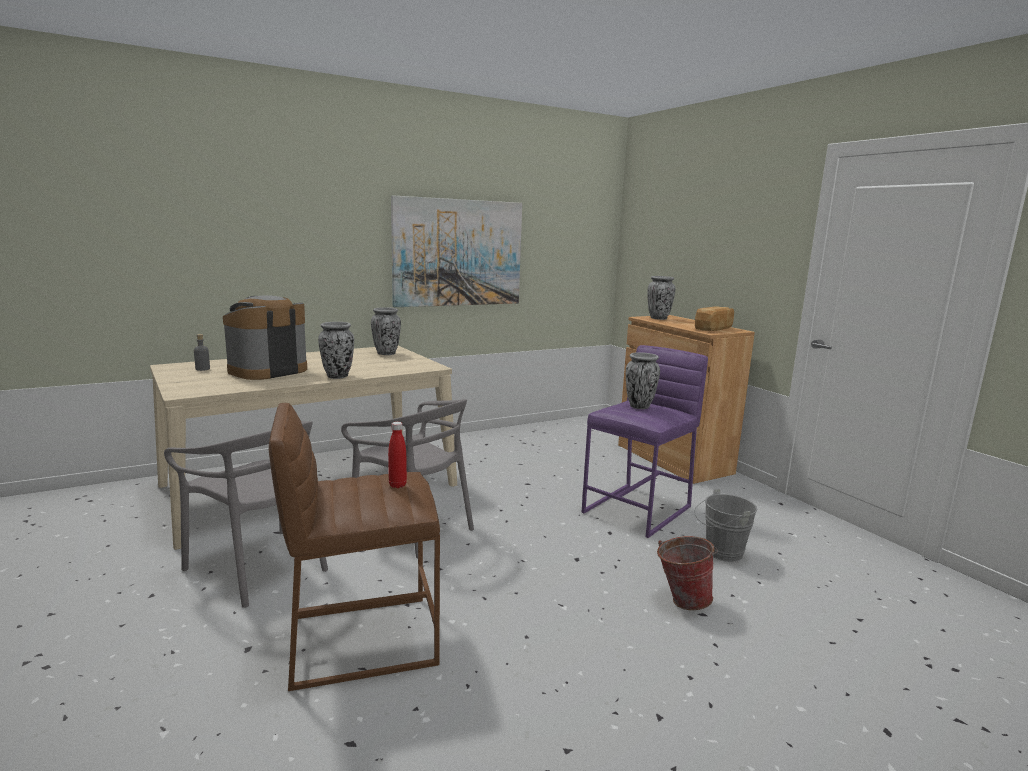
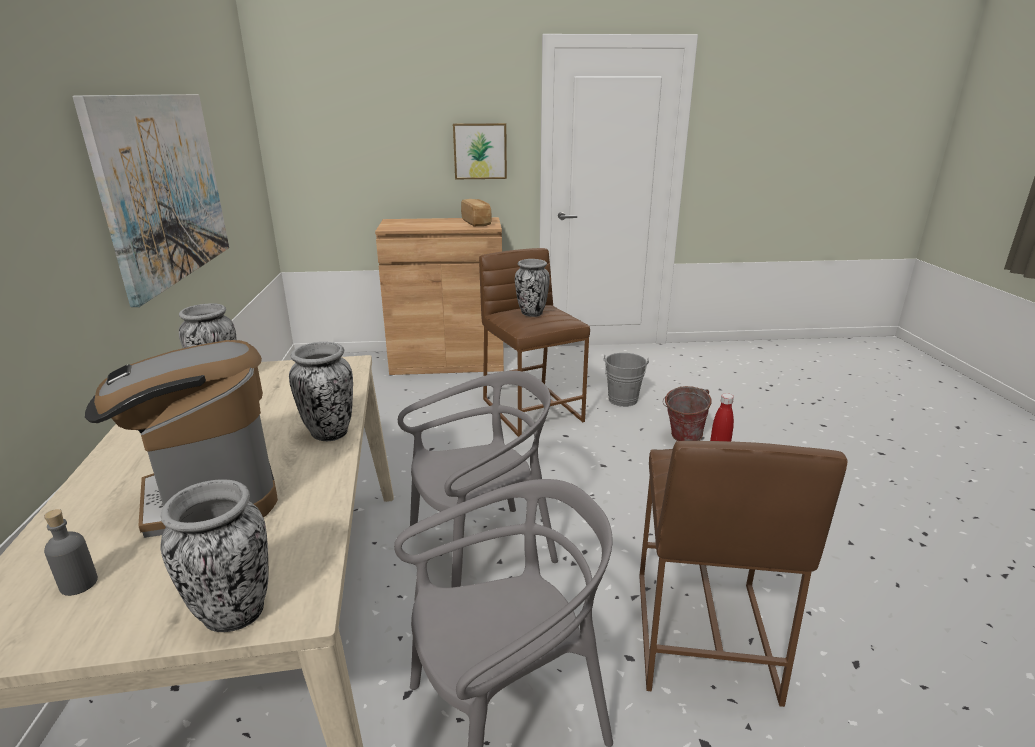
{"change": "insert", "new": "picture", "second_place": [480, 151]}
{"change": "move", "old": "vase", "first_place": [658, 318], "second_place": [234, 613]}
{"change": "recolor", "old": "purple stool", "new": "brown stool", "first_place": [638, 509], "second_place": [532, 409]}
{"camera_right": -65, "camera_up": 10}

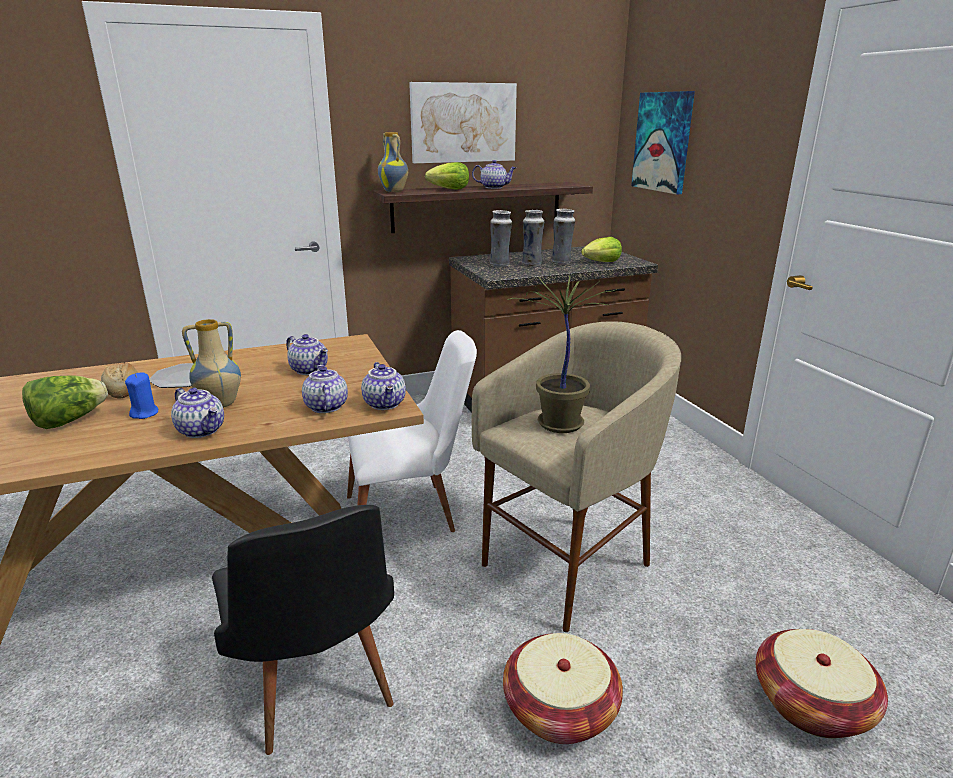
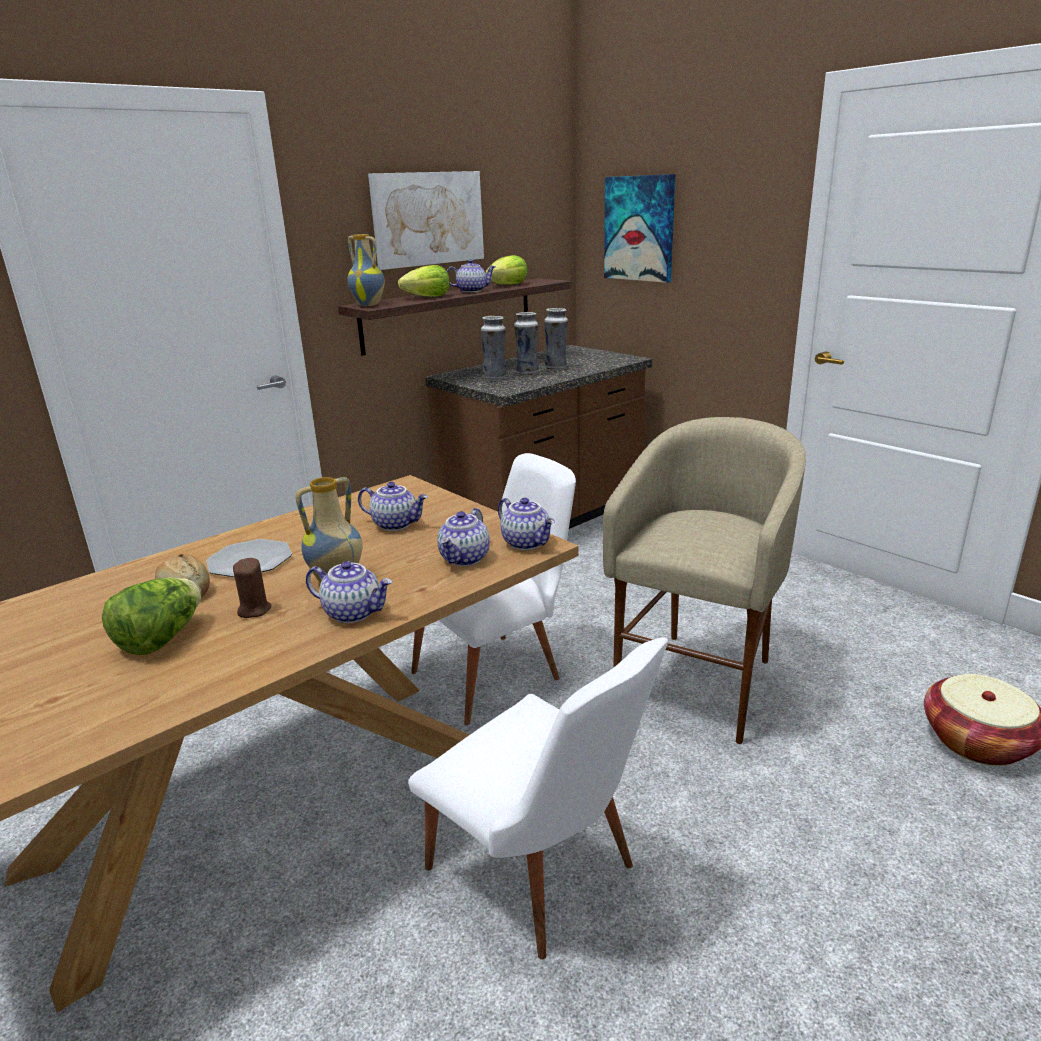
{"change": "delete", "old": "basket", "first_place": [560, 709]}
{"change": "delete", "old": "potted plant", "first_place": [558, 424]}
{"change": "move", "old": "lettuce", "first_place": [602, 262], "second_place": [508, 285]}
{"change": "recolor", "old": "blue candle", "new": "brown candle", "first_place": [145, 413], "second_place": [254, 610]}
{"change": "recolor", "old": "black chair", "new": "white chair", "first_place": [317, 691], "second_place": [543, 878]}
{"change": "rotate", "old": "teapot", "first_place": [325, 407], "second_place": [465, 558], "degrees": -120}
{"camera_right": -20, "camera_up": 0}

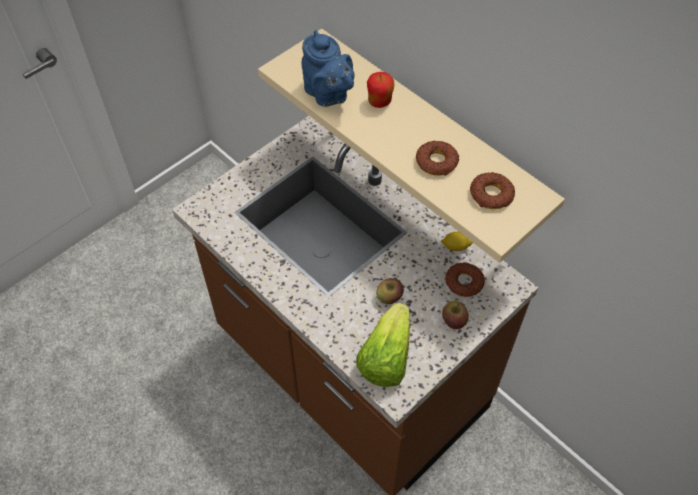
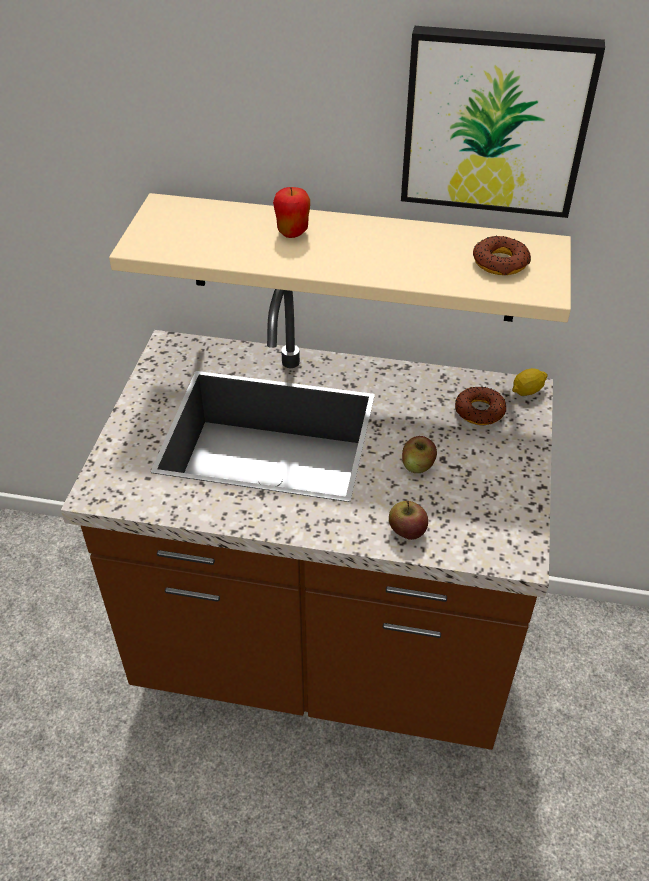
{"change": "delete", "old": "blue teapot", "first_place": [328, 95]}
{"change": "delete", "old": "lettuce", "first_place": [386, 357]}
{"change": "delete", "old": "donut", "first_place": [437, 162]}
{"change": "insert", "new": "picture", "second_place": [495, 122]}
{"change": "move", "old": "lemon", "first_place": [455, 246], "second_place": [527, 391]}
{"change": "move", "old": "apple", "first_place": [453, 321], "second_place": [407, 531]}
{"camera_right": -35, "camera_up": -10}

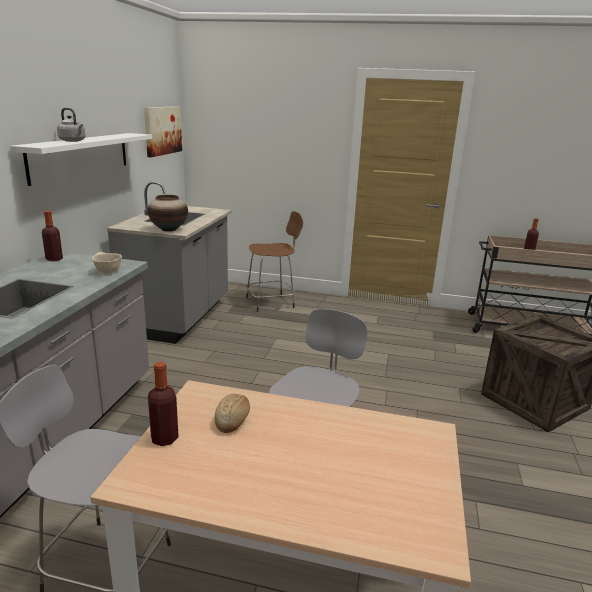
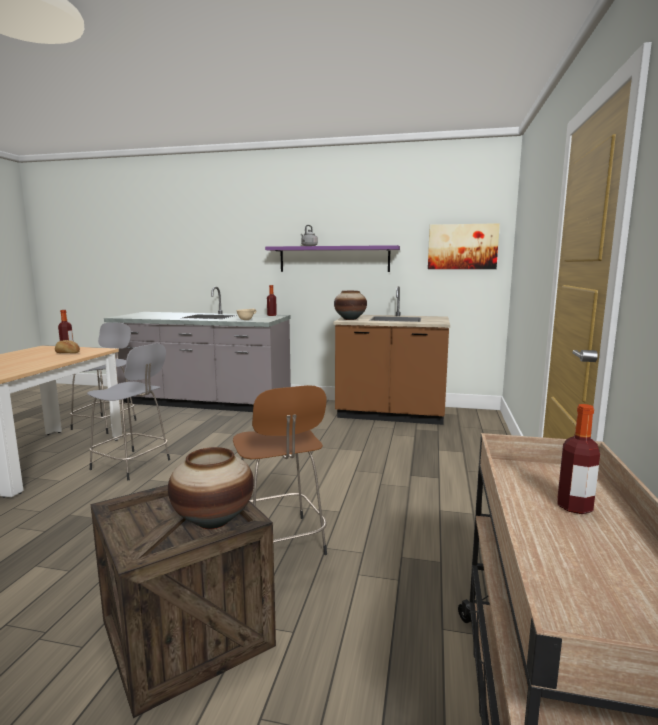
{"change": "insert", "new": "vase", "second_place": [213, 521]}
{"change": "move", "old": "brown stool", "first_place": [271, 302], "second_place": [280, 544]}
{"change": "recolor", "old": "white shelf", "new": "purple shelf", "first_place": [81, 156], "second_place": [334, 259]}
{"change": "recolor", "old": "grey counter", "new": "brown counter", "first_place": [179, 317], "second_place": [390, 414]}
{"camera_right": 90, "camera_up": -10}

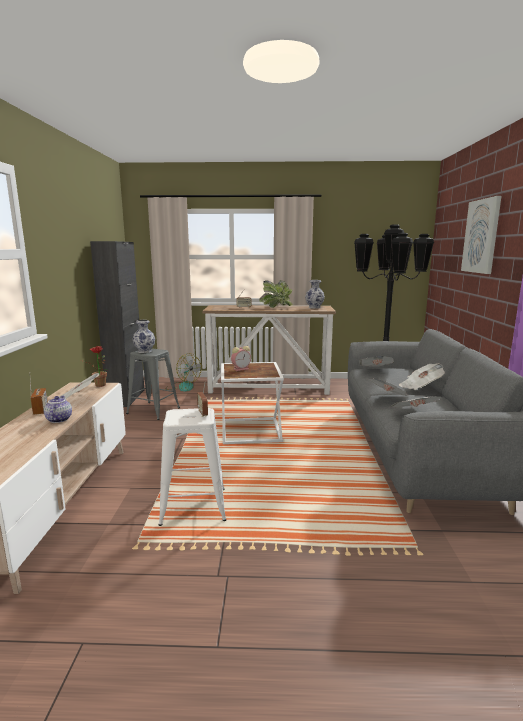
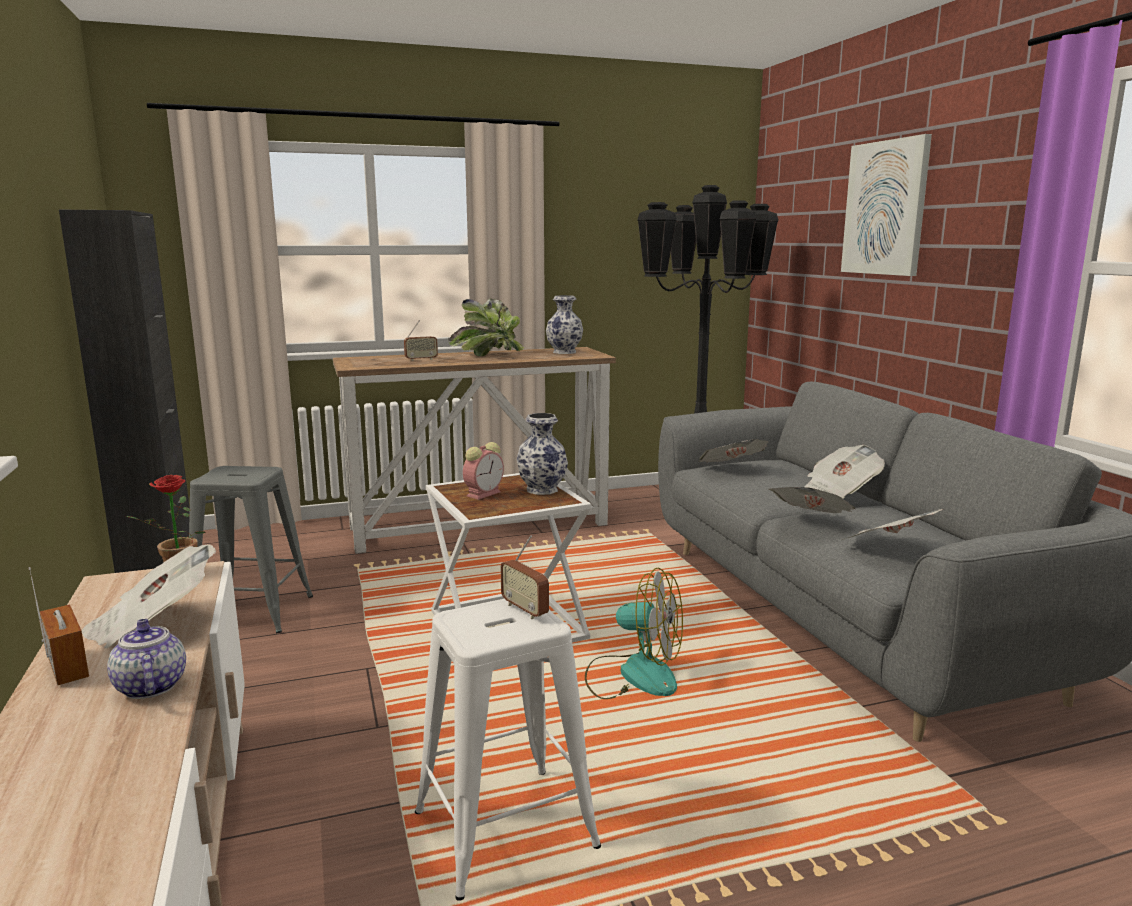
{"change": "move", "old": "vase", "first_place": [145, 351], "second_place": [542, 489]}
{"change": "move", "old": "fan", "first_place": [183, 386], "second_place": [633, 675]}
{"camera_right": -20, "camera_up": 0}

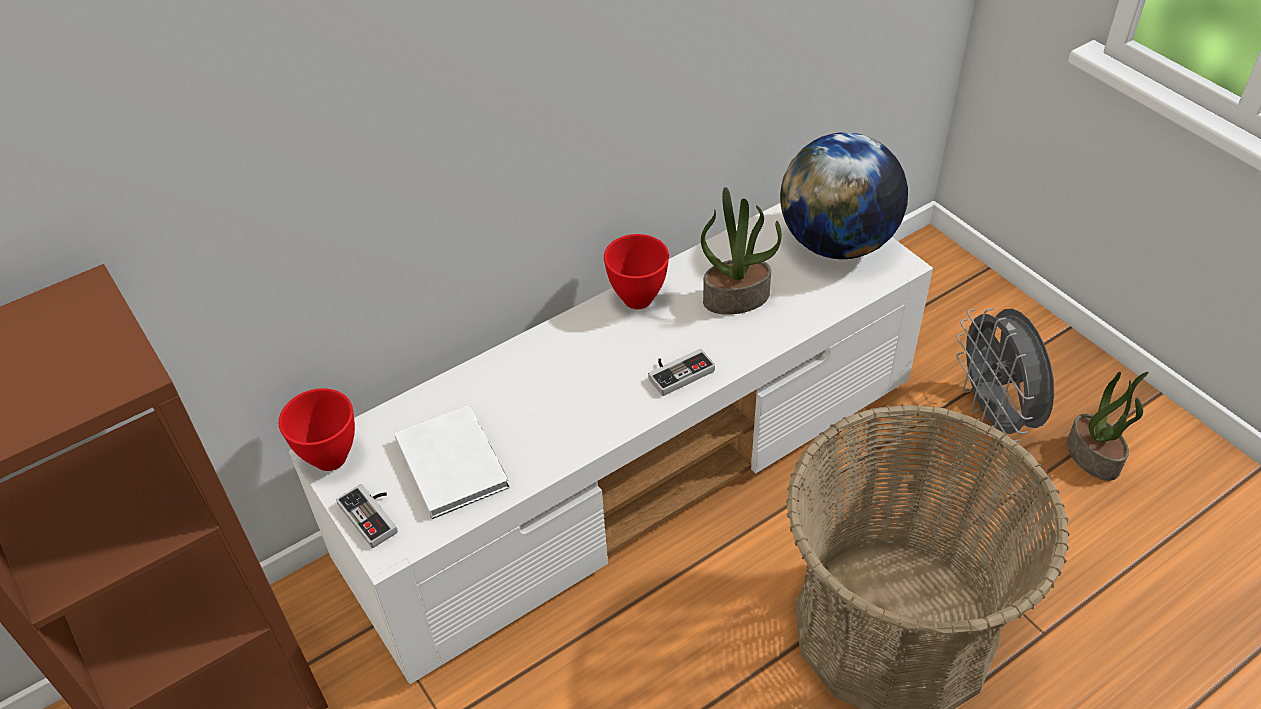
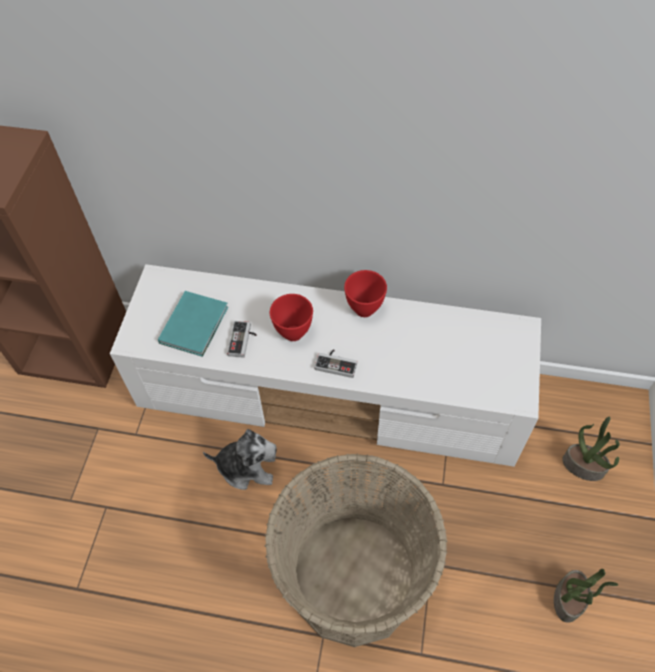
{"change": "delete", "old": "globe", "first_place": [837, 243]}
{"change": "delete", "old": "grey fan", "first_place": [995, 416]}
{"change": "insert", "new": "plush toy", "second_place": [247, 467]}
{"change": "move", "old": "red bowl", "first_place": [329, 458], "second_place": [293, 332]}
{"change": "move", "old": "game controller", "first_place": [374, 515], "second_place": [243, 341]}
{"change": "move", "old": "potted plant", "first_place": [736, 297], "second_place": [583, 466]}
{"change": "recolor", "old": "white book", "new": "turquoise book", "first_place": [452, 461], "second_place": [196, 324]}
{"camera_right": 45, "camera_up": 10}

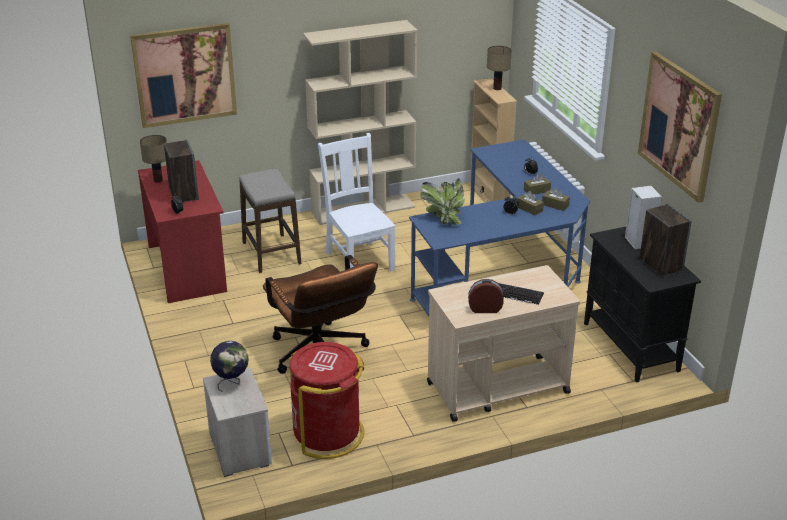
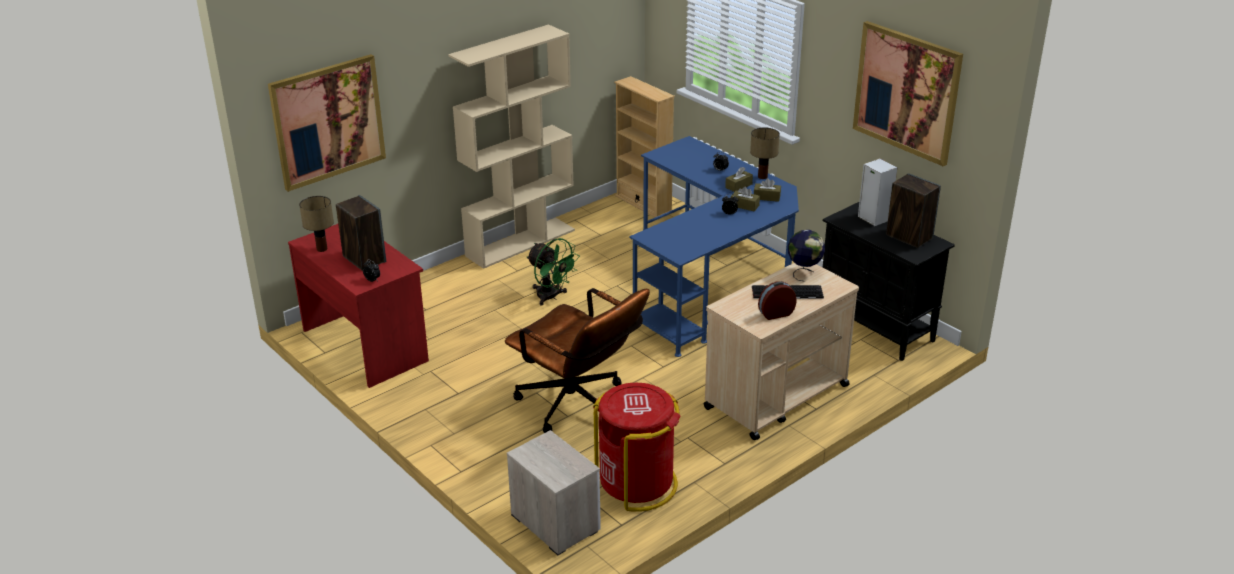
{"change": "delete", "old": "stool", "first_place": [271, 253]}
{"change": "delete", "old": "potted plant", "first_place": [444, 217]}
{"change": "move", "old": "globe", "first_place": [231, 382], "second_place": [804, 273]}
{"change": "move", "old": "table lamp", "first_place": [497, 88], "second_place": [763, 177]}
{"change": "replace", "old": "white chair", "new": "green fan", "first_place": [359, 260], "second_place": [551, 297]}
{"camera_right": -20, "camera_up": 0}

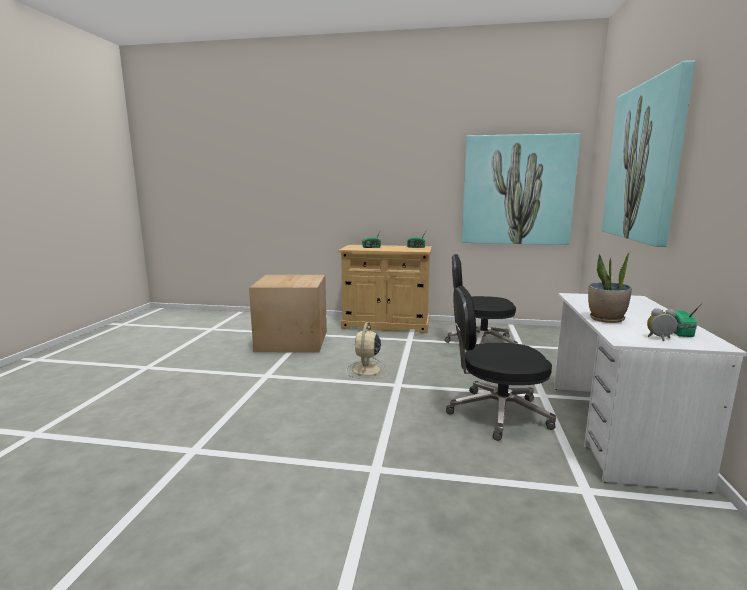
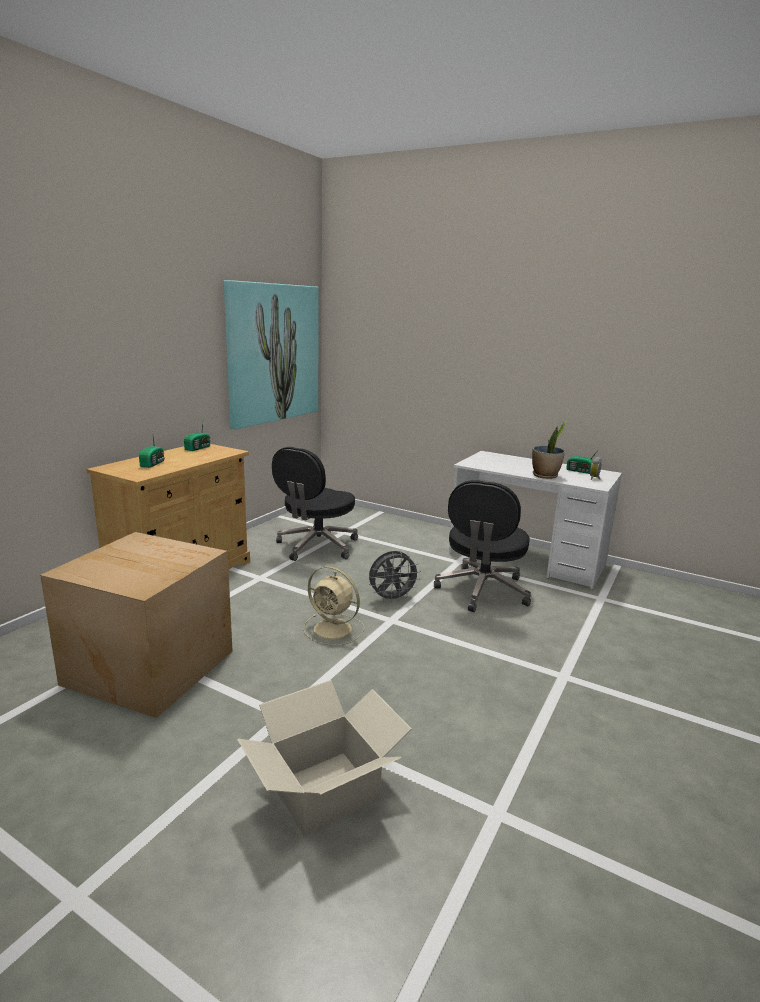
{"change": "delete", "old": "picture", "first_place": [644, 162]}
{"change": "insert", "new": "cardboard box", "second_place": [325, 790]}
{"change": "insert", "new": "grey fan", "second_place": [392, 598]}
{"camera_right": -70, "camera_up": 5}

